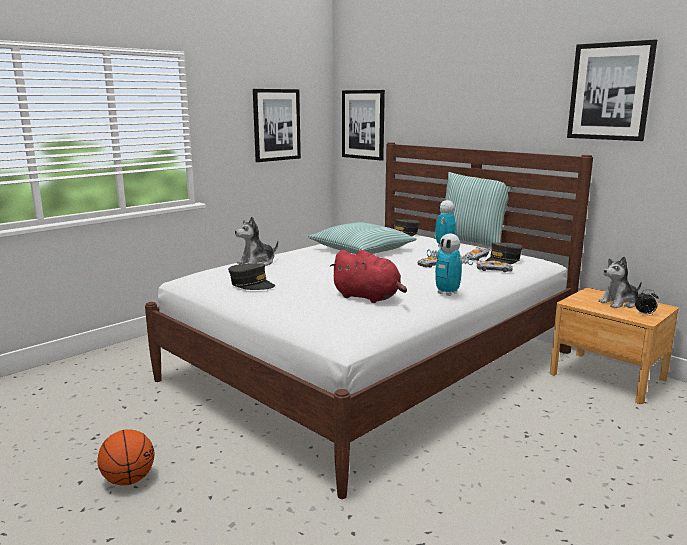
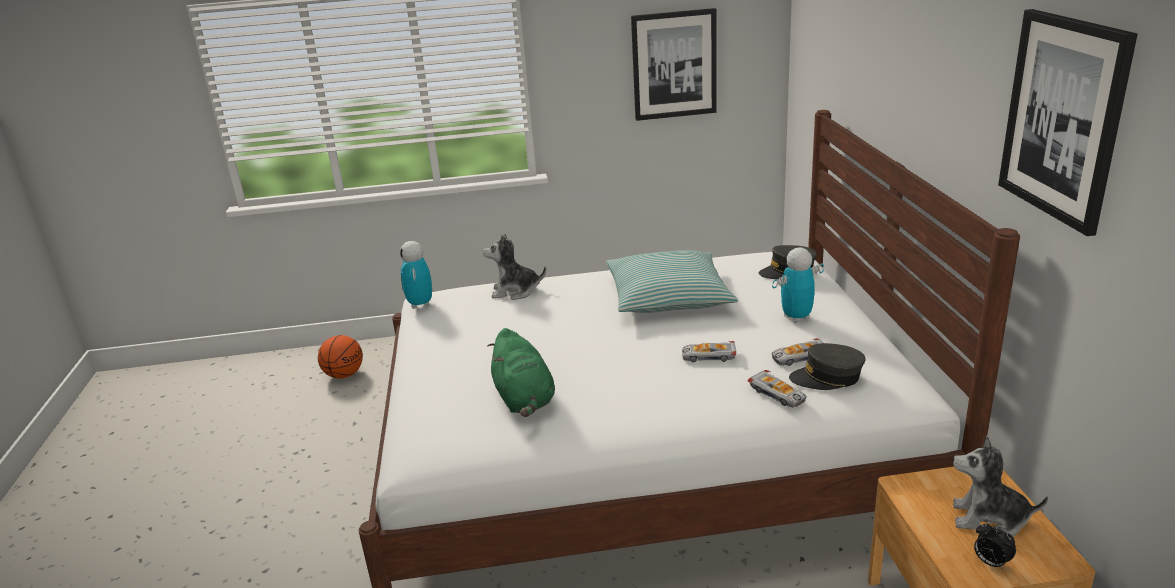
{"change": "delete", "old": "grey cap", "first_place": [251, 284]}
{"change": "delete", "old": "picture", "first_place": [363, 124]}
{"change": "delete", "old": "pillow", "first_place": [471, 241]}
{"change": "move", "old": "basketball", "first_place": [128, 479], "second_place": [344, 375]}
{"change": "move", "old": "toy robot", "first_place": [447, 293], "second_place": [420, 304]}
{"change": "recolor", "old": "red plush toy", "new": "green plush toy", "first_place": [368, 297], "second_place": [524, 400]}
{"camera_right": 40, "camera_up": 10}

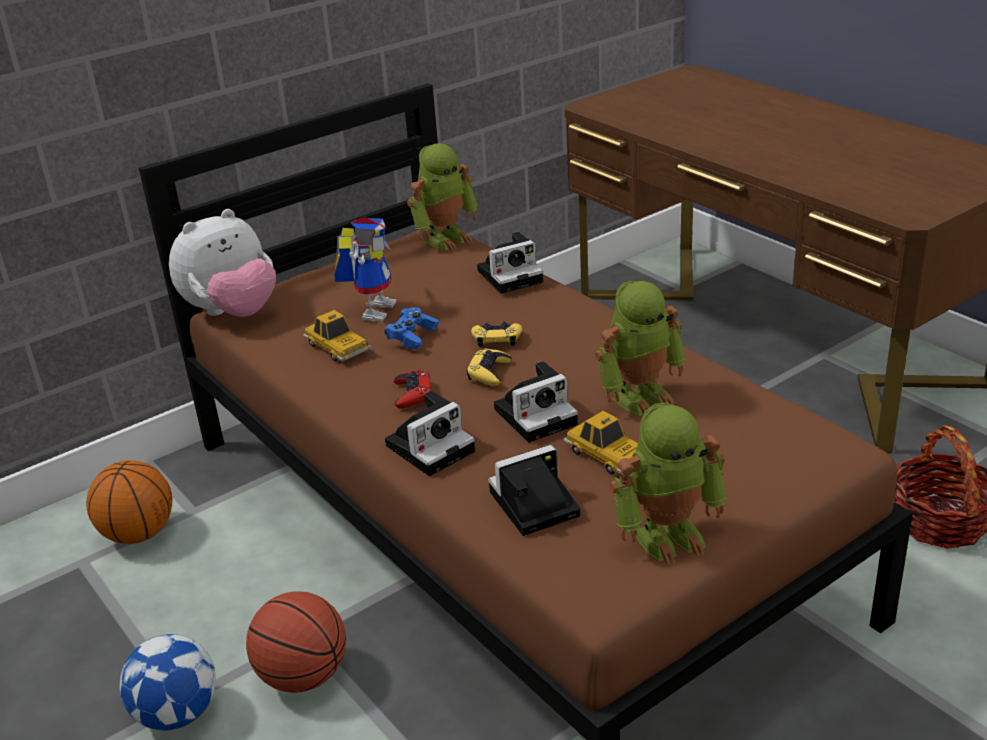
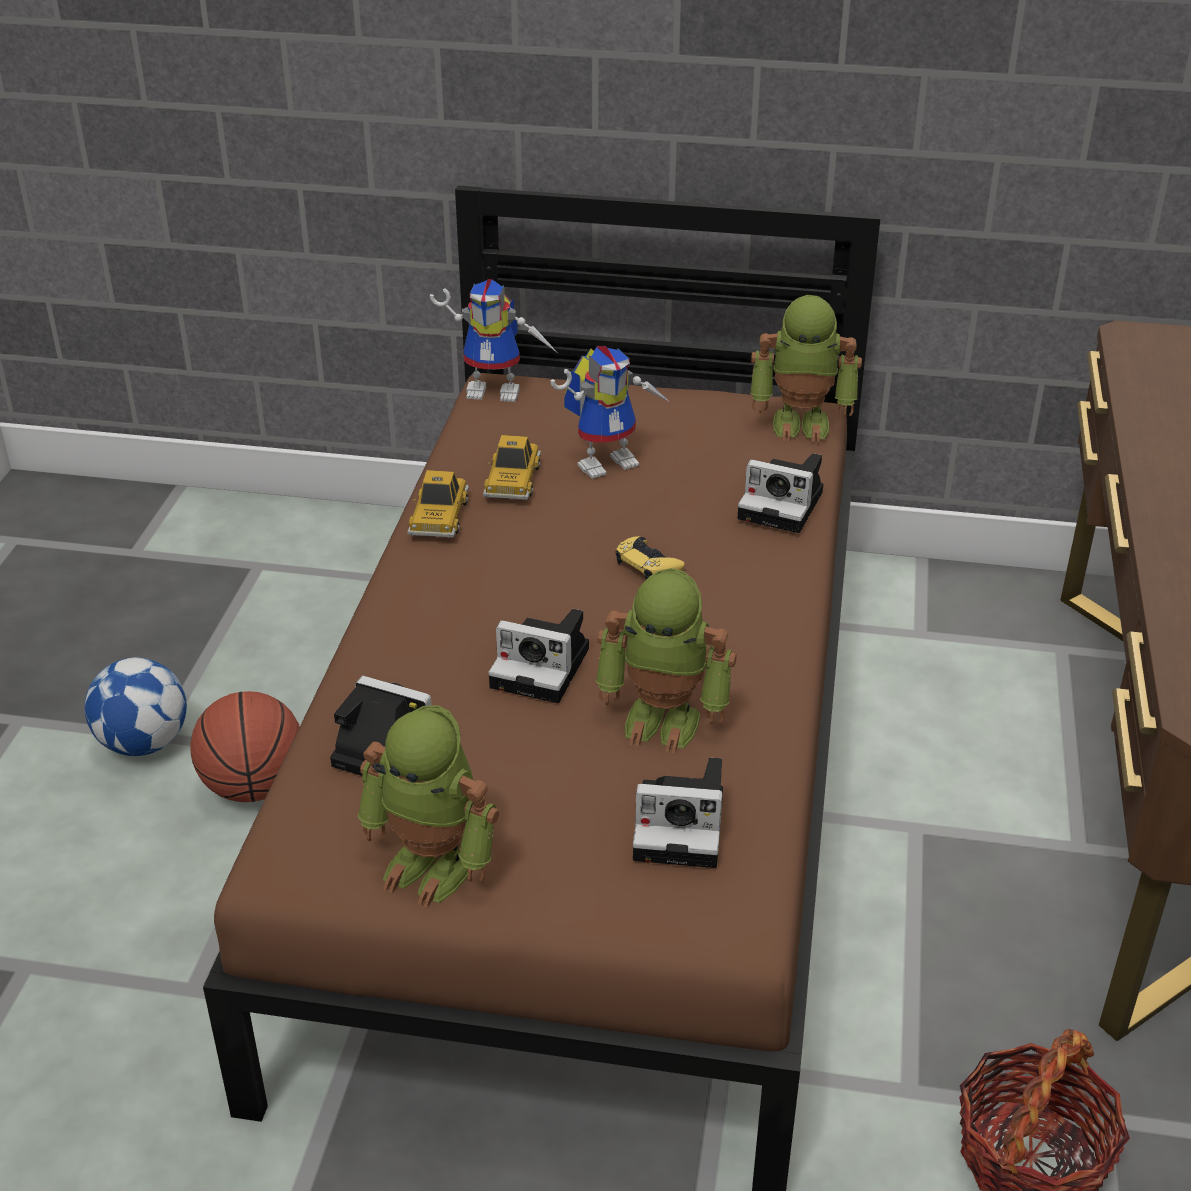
{"change": "delete", "old": "basketball", "first_place": [138, 534]}
{"change": "delete", "old": "blue game controller", "first_place": [412, 336]}
{"change": "delete", "old": "red game controller", "first_place": [412, 394]}
{"change": "delete", "old": "yellow game controller", "first_place": [489, 372]}
{"change": "move", "old": "photo camera", "first_place": [432, 446], "second_place": [683, 826]}
{"change": "move", "old": "toy car", "first_place": [607, 455], "second_place": [439, 517]}
{"change": "replace", "old": "plush toy", "new": "toy robot", "first_place": [233, 313], "second_place": [498, 390]}
{"camera_right": 45, "camera_up": 5}

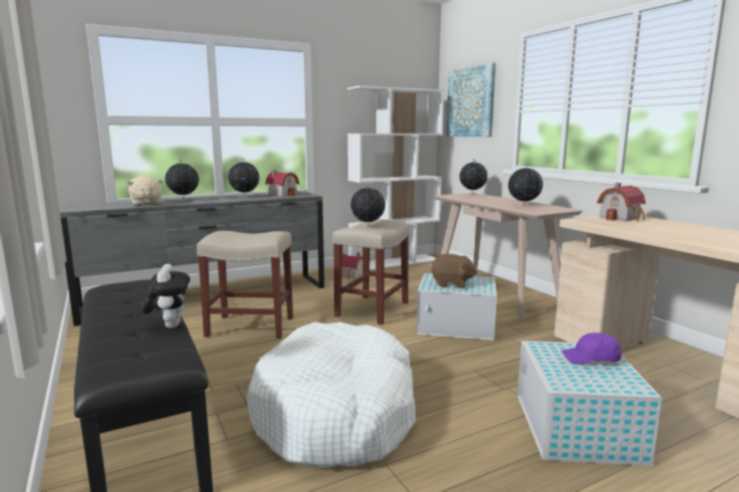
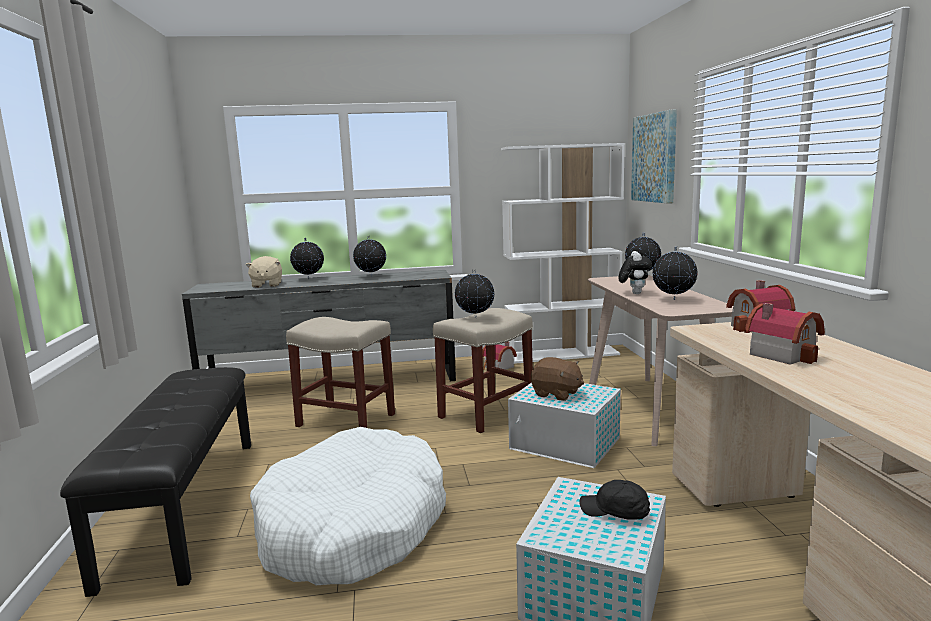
{"change": "move", "old": "plush toy", "first_place": [169, 326], "second_place": [634, 293]}
{"change": "move", "old": "toy house", "first_place": [283, 194], "second_place": [782, 354]}
{"change": "recolor", "old": "purple cap", "new": "black cap", "first_place": [591, 359], "second_place": [615, 512]}
{"camera_right": 20, "camera_up": 0}

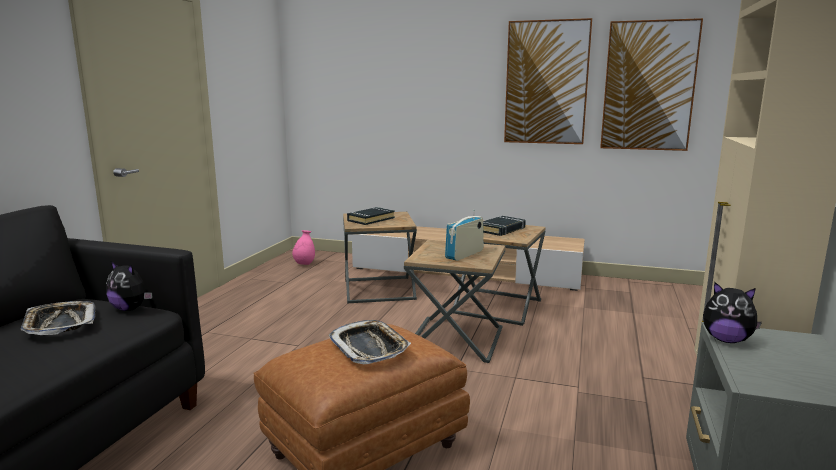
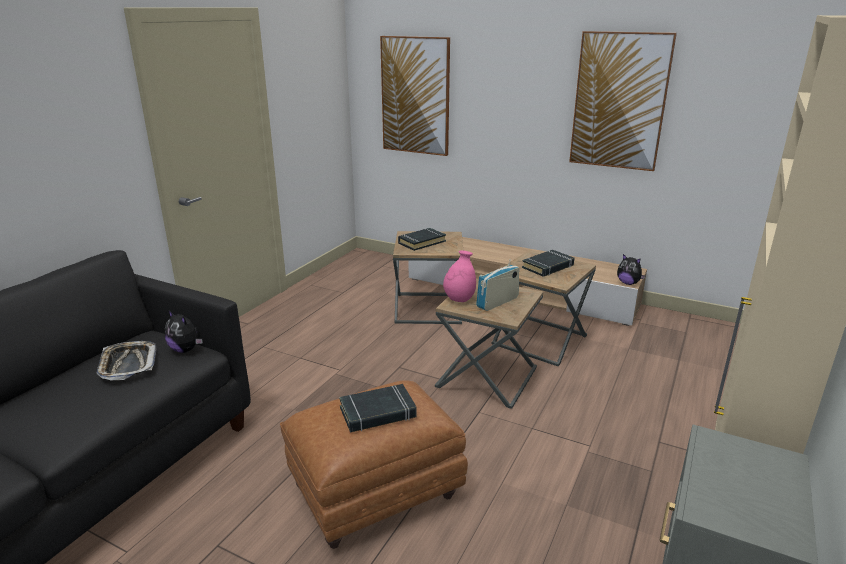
{"change": "move", "old": "pink vase", "first_place": [304, 264], "second_place": [459, 299]}
{"change": "move", "old": "picture", "first_place": [648, 86], "second_place": [415, 96]}
{"change": "move", "old": "plush toy", "first_place": [726, 340], "second_place": [628, 283]}
{"change": "replace", "old": "tray", "new": "black book", "first_place": [369, 347], "second_place": [378, 413]}
{"camera_right": 10, "camera_up": 10}

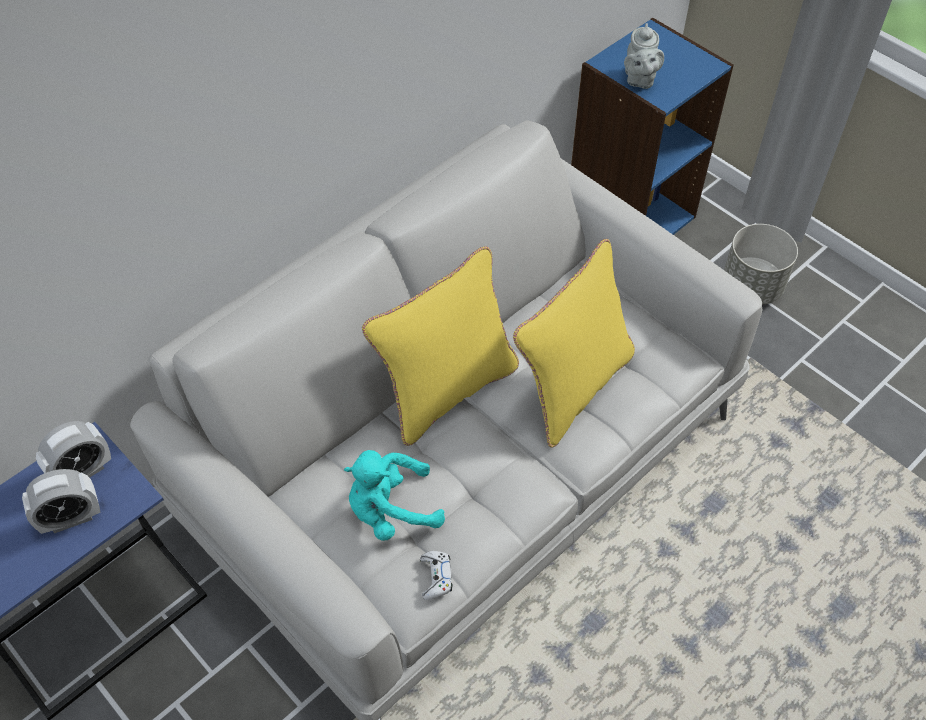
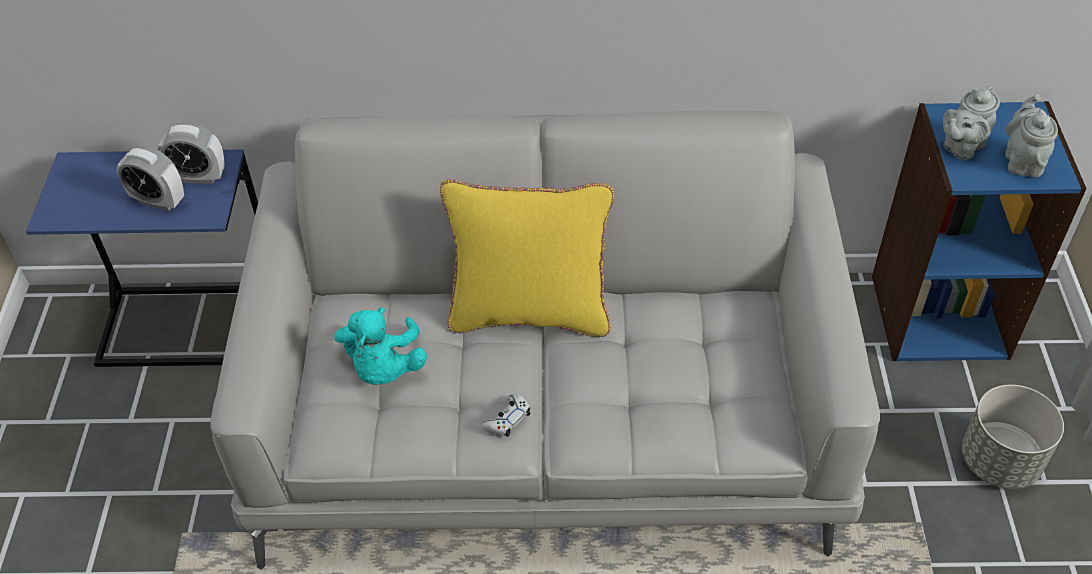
{"change": "delete", "old": "yellow pillow", "first_place": [572, 387]}
{"change": "insert", "new": "grey teapot", "second_place": [1022, 160]}
{"change": "move", "old": "white game controller", "first_place": [436, 577], "second_place": [507, 419]}
{"change": "rotate", "old": "turquoise plush toy", "first_place": [391, 510], "second_place": [384, 368], "degrees": -120}
{"camera_right": 45, "camera_up": -5}

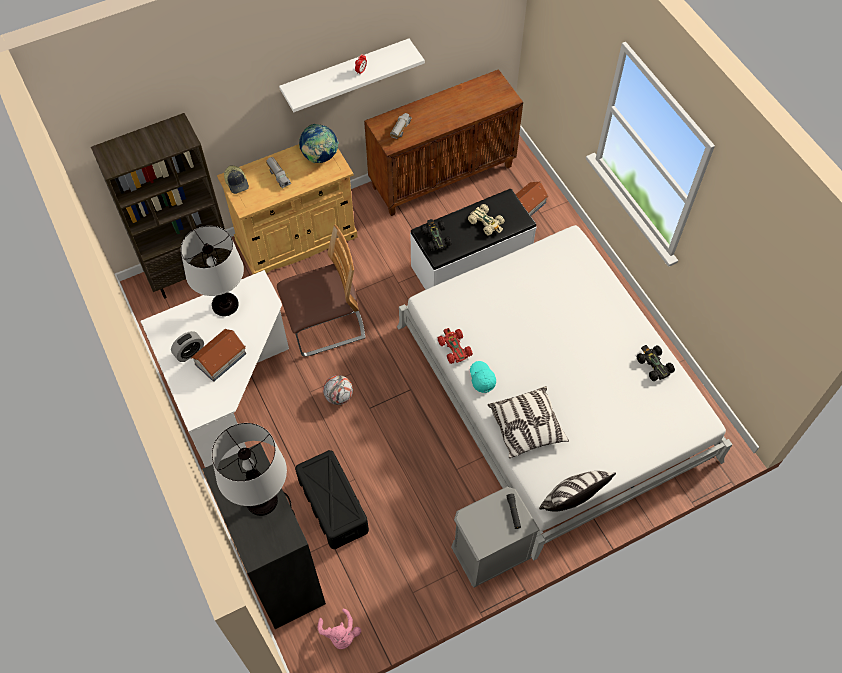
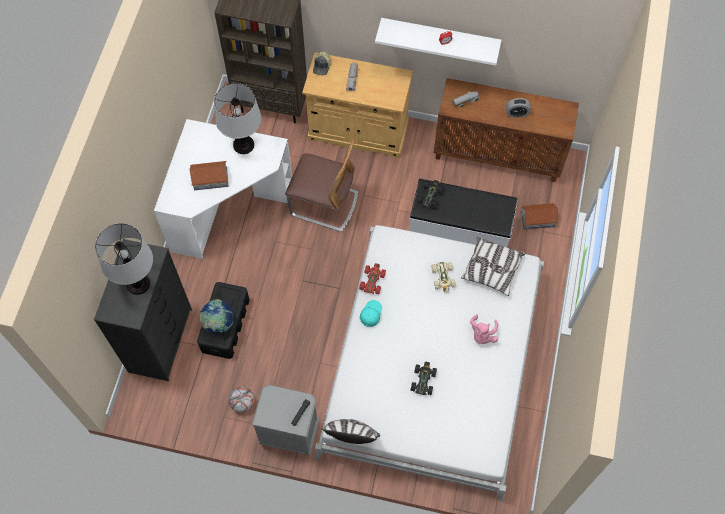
{"change": "move", "old": "alarm clock", "first_place": [190, 352], "second_place": [517, 113]}
{"change": "move", "old": "globe", "first_place": [320, 157], "second_place": [218, 323]}
{"change": "move", "old": "pink plush toy", "first_place": [340, 634], "second_place": [482, 334]}
{"change": "move", "old": "football", "first_place": [339, 396], "second_place": [242, 403]}
{"change": "move", "old": "beige toy car", "first_place": [486, 222], "second_place": [443, 278]}
{"change": "move", "old": "pillow", "first_place": [527, 427], "second_place": [492, 270]}
{"change": "move", "old": "black toy car", "first_place": [653, 365], "second_place": [423, 380]}
{"camera_right": 40, "camera_up": 5}

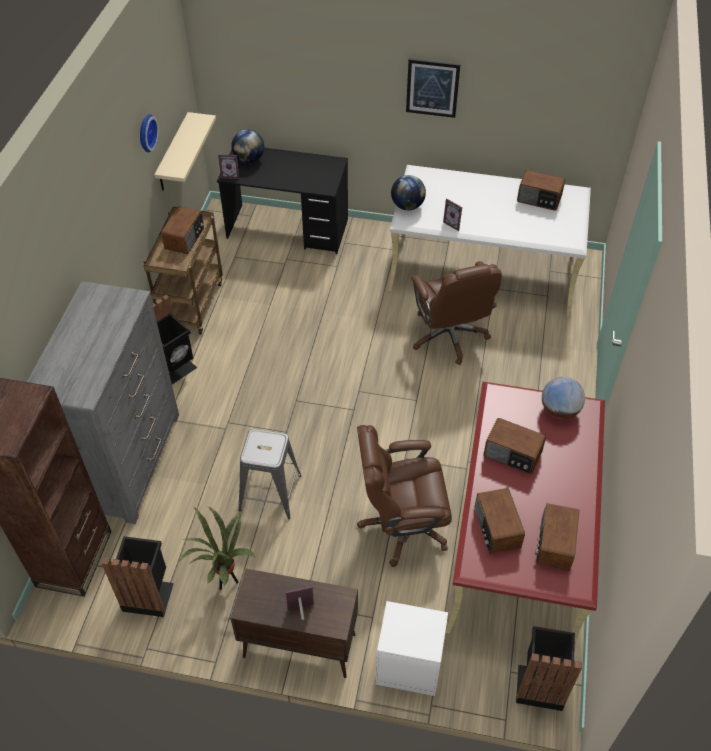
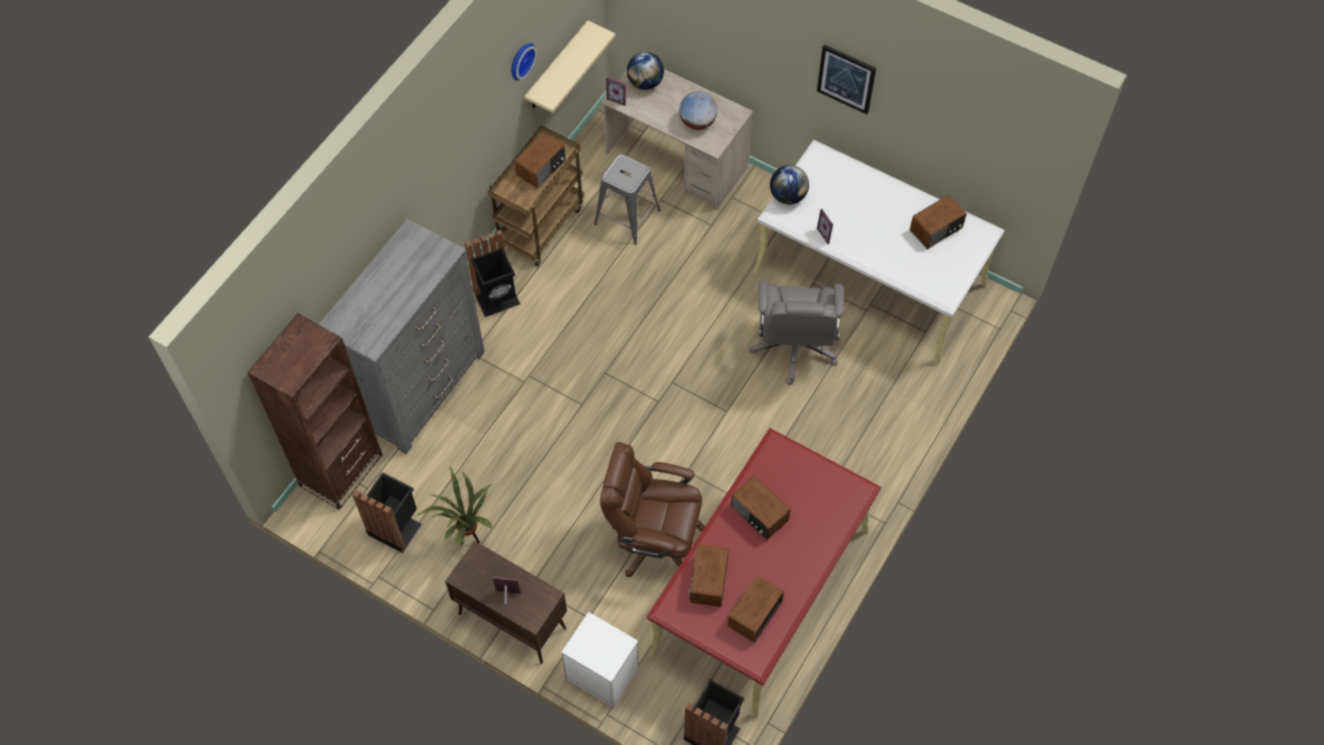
{"change": "move", "old": "grey stool", "first_place": [270, 493], "second_place": [627, 217]}
{"change": "move", "old": "globe", "first_place": [559, 410], "second_place": [698, 122]}
{"change": "recolor", "old": "black desk", "new": "beige desk", "first_place": [288, 229], "second_place": [676, 161]}
{"change": "recolor", "old": "brown office chair", "new": "grey office chair", "first_place": [449, 336], "second_place": [794, 348]}
{"change": "rotate", "old": "radio", "first_place": [539, 199], "second_place": [936, 229], "degrees": -75}
{"camera_right": 20, "camera_up": 10}

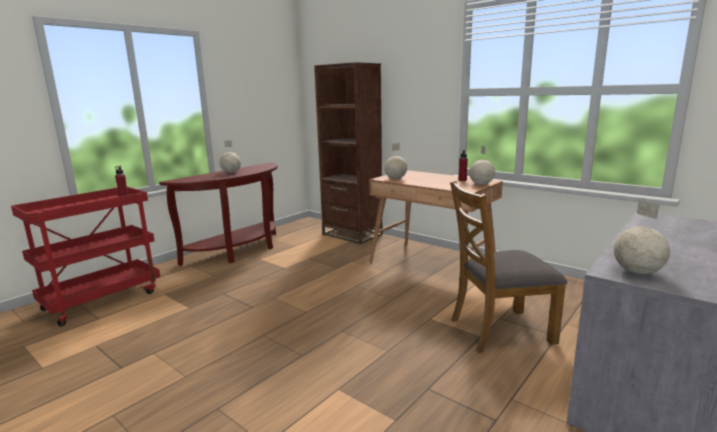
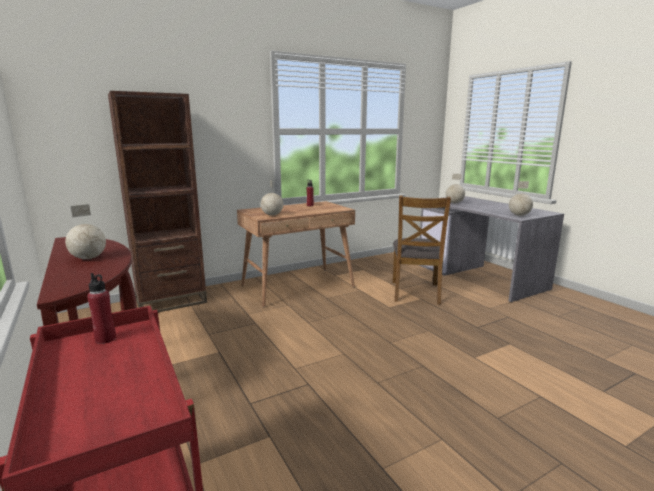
{"change": "move", "old": "globe", "first_place": [481, 184], "second_place": [454, 203]}
{"camera_right": -70, "camera_up": 0}

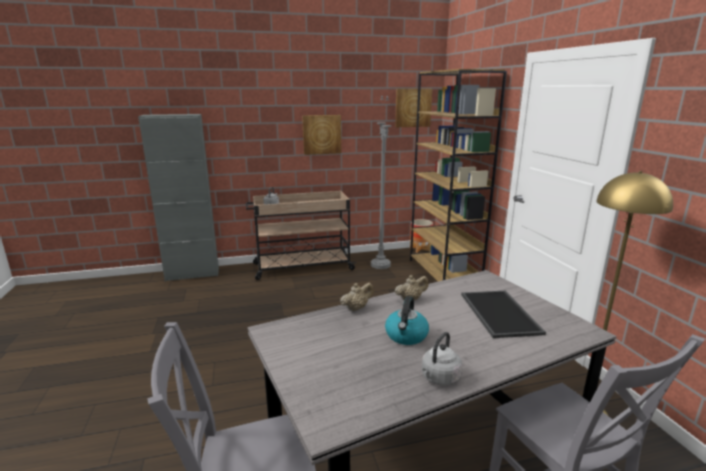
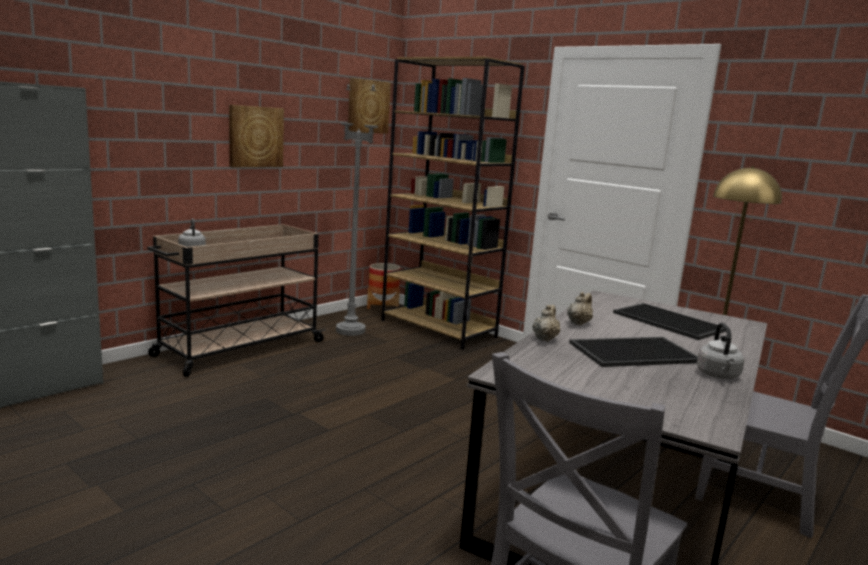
{"change": "replace", "old": "kettle", "new": "tray", "first_place": [406, 336], "second_place": [634, 352]}
{"camera_right": -35, "camera_up": -5}

